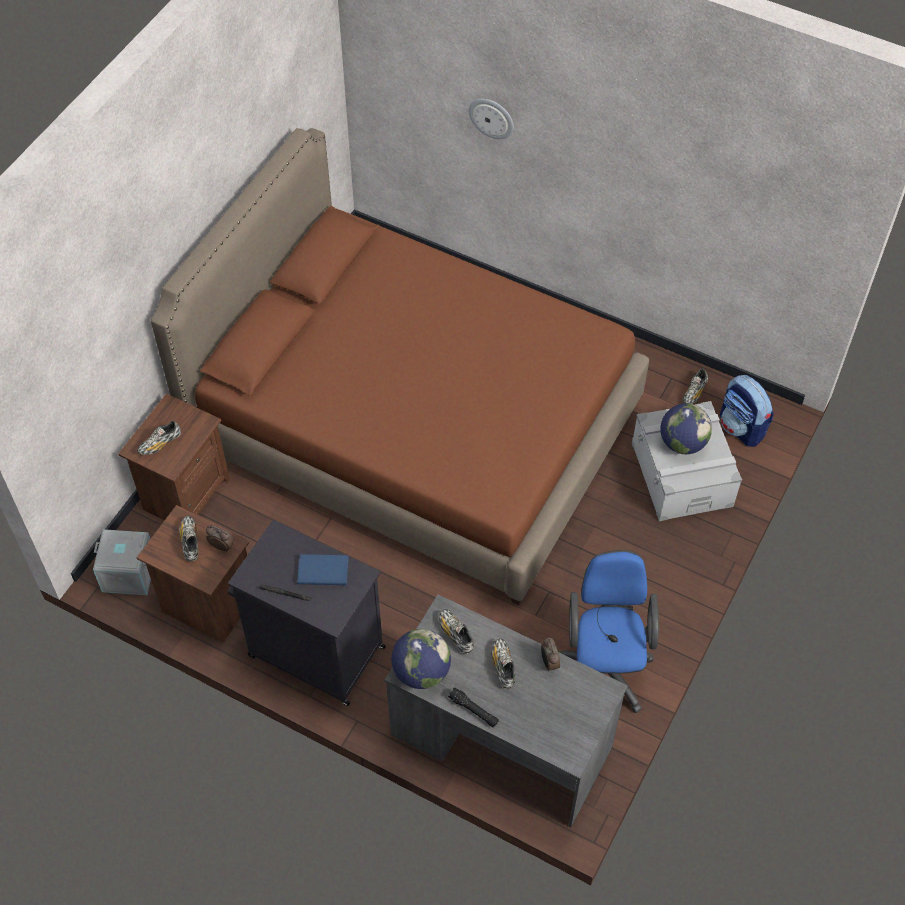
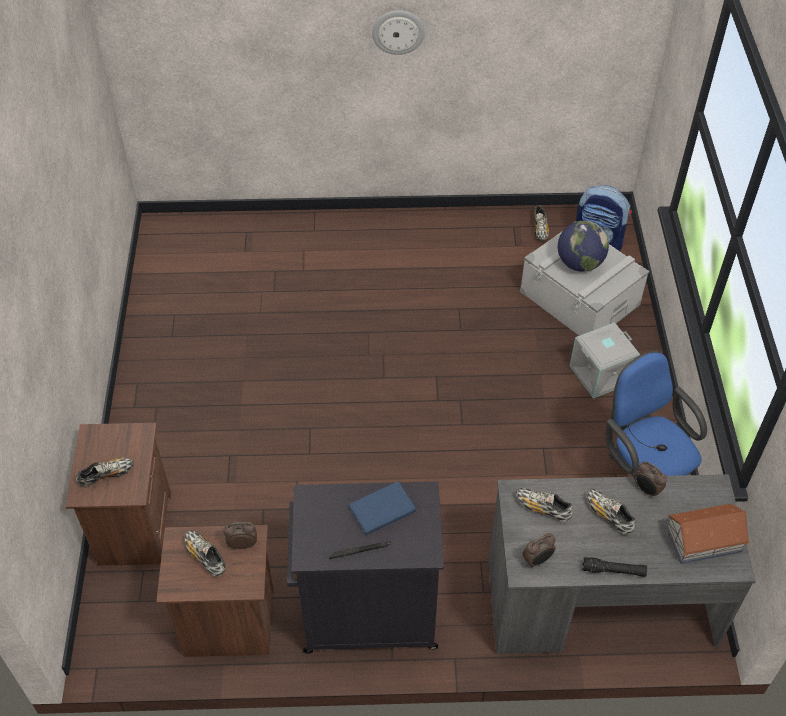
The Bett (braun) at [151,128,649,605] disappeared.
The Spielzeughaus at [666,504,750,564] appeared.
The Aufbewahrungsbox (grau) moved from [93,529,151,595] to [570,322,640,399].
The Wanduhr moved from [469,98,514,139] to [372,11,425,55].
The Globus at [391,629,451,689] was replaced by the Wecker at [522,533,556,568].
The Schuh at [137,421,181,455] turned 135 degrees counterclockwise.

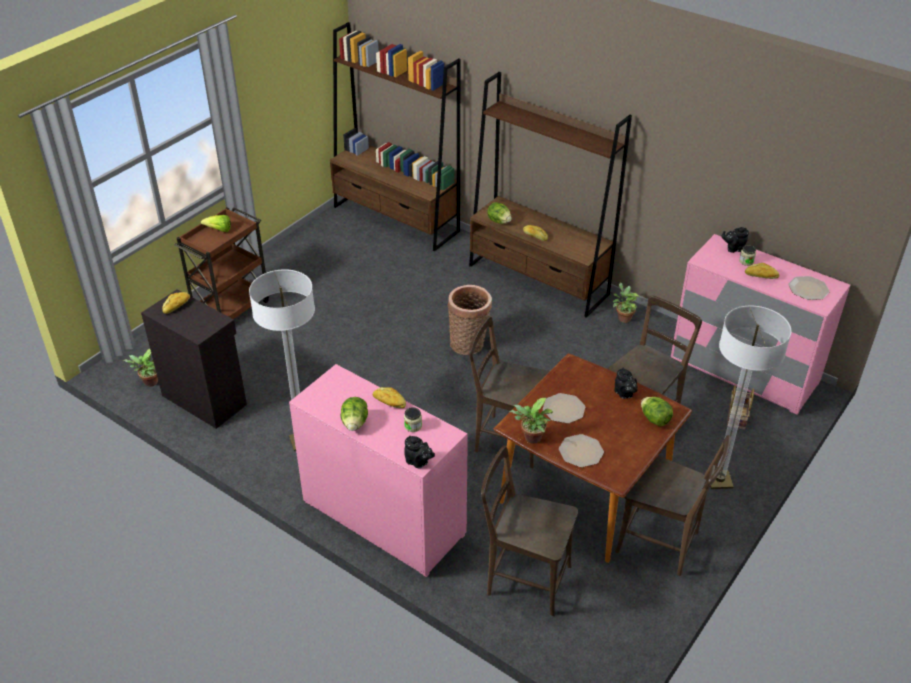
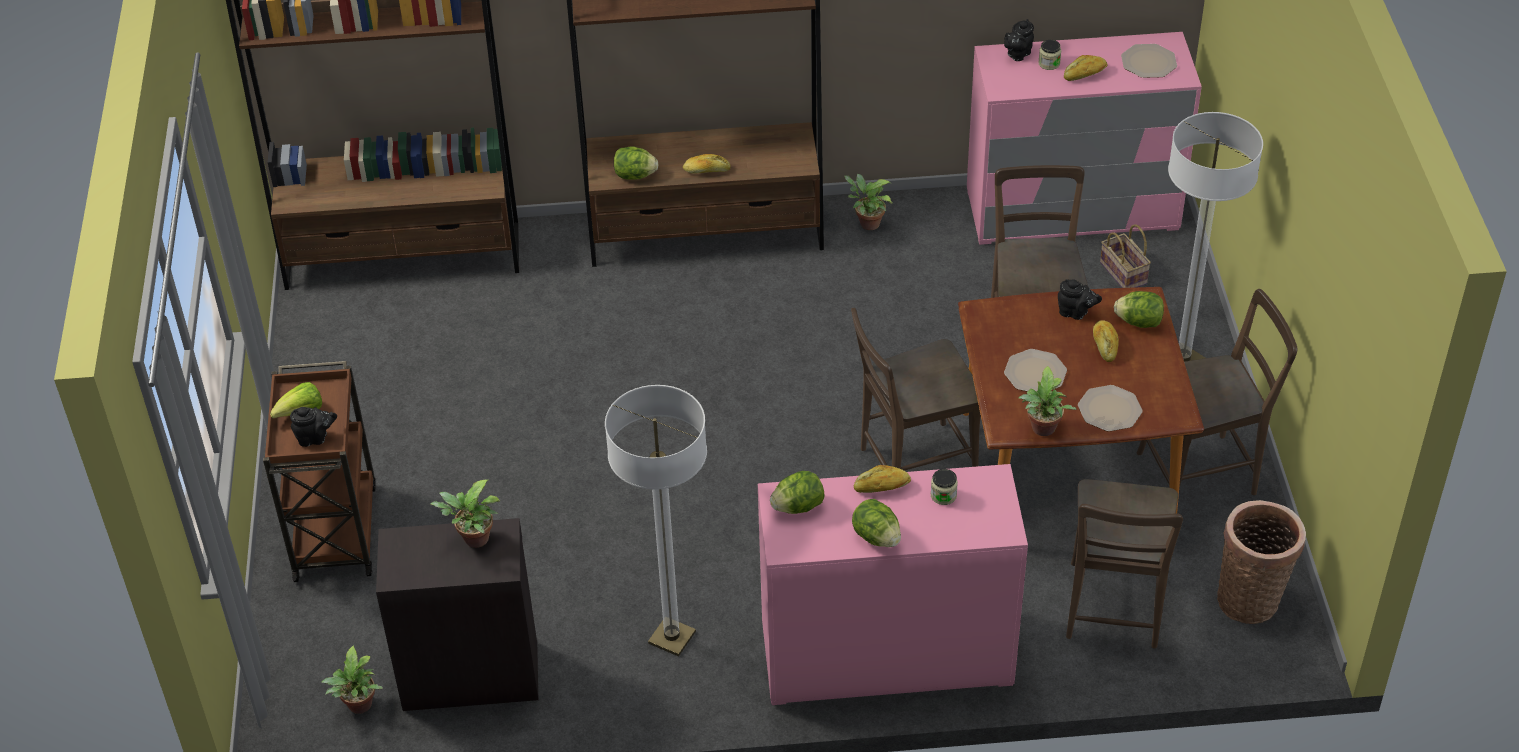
The Topfpflanze at [430,479,501,548] appeared.
The Salatkopf at [770,471,825,514] appeared.
The Brot moved from [162,292,190,314] to [1093,320,1119,362].
The Teekanne (schwarz) moved from [404,436,435,468] to [290,407,337,447].
The Korb moved from [448,285,492,355] to [1217,500,1306,624].
The Stuhl (braun) at [481,446,578,616] turned 60 degrees counterclockwise.

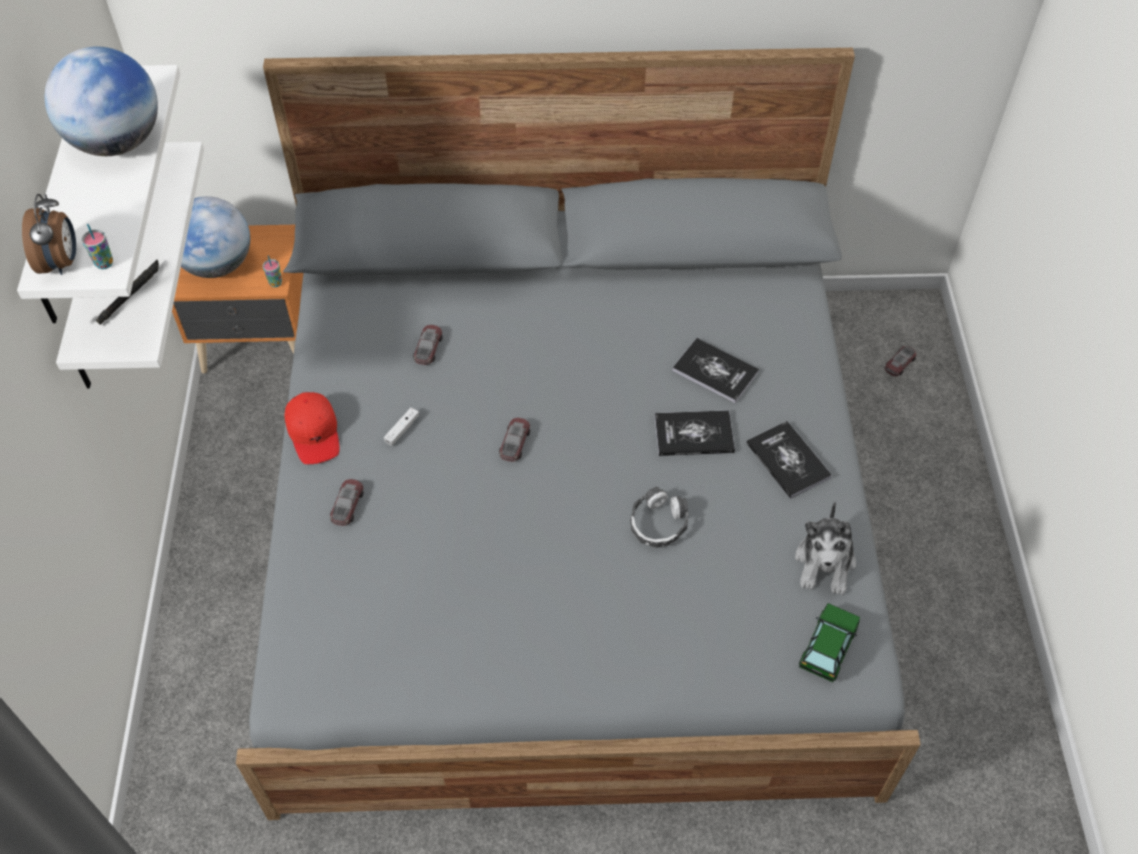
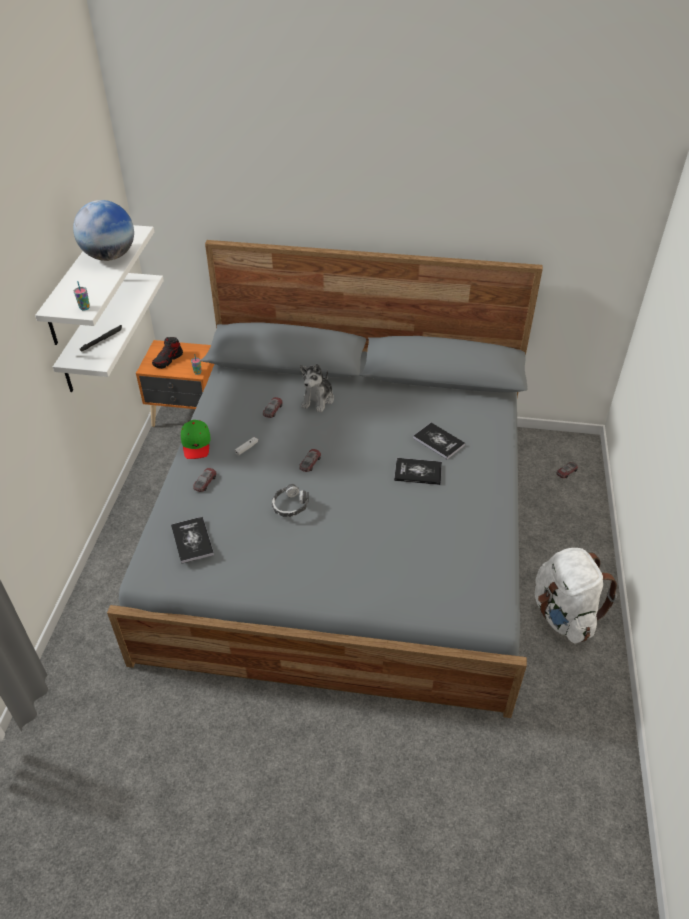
The Wecker at [22,194,76,275] disappeared.
The Spielzeugauto at [799,603,860,682] disappeared.
The Rucksack (weiß) at [535,548,617,644] appeared.
The Kopfhörer moved from [630,486,688,548] to [272,484,309,517].
The Buch moved from [746,421,832,499] to [171,516,214,563].
The Plüschtier moved from [795,501,856,595] to [300,364,334,413].
The Globus at [181,196,250,278] was replaced by the Schuh at [152,337,183,369].
The Kappe (rot) at [285,392,340,464] became the Kappe (grün) at [181,420,210,459].

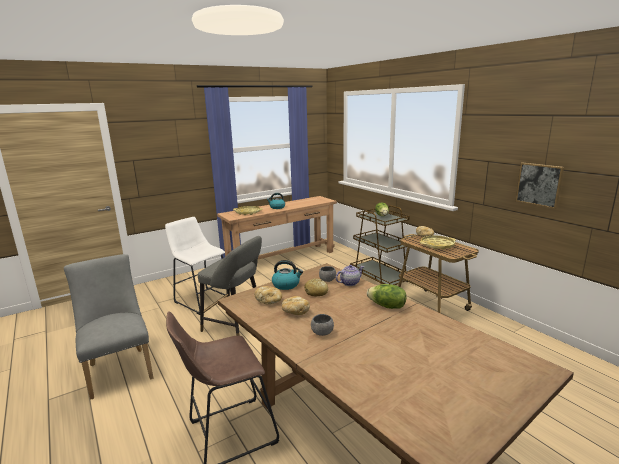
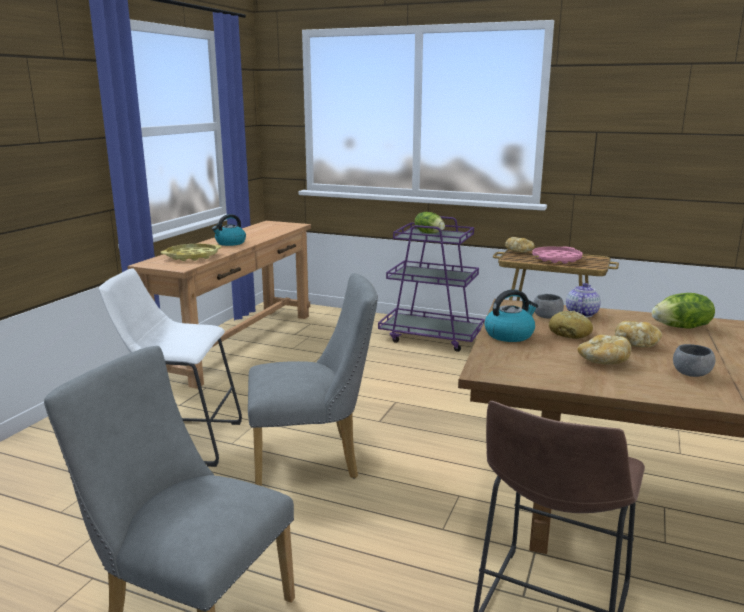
The Bild at [515,162,564,209] disappeared.
The Brot moved from [254,286,282,305] to [615,321,662,348].
The Hocker (grau) at [198,236,262,336] was replaced by the Stuhl (grau) at [248,273,378,486].
The Rollwagen (braun) at [350,205,410,285] became the Rollwagen (lila) at [378,216,485,352].
The Tablett (gelb) at [420,236,456,250] became the Tablett (rosa) at [532,246,583,264].

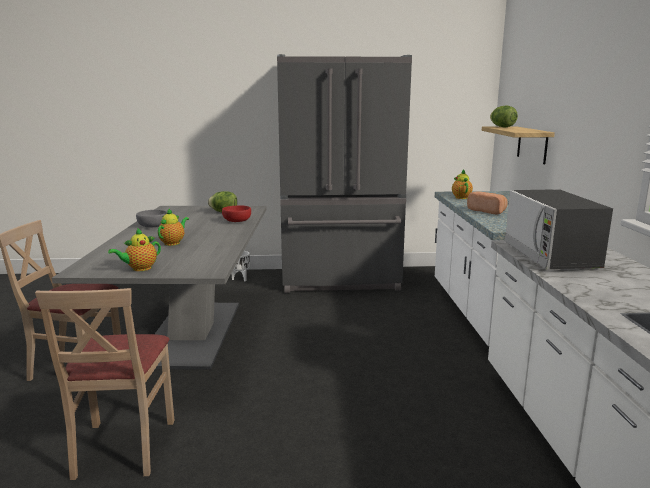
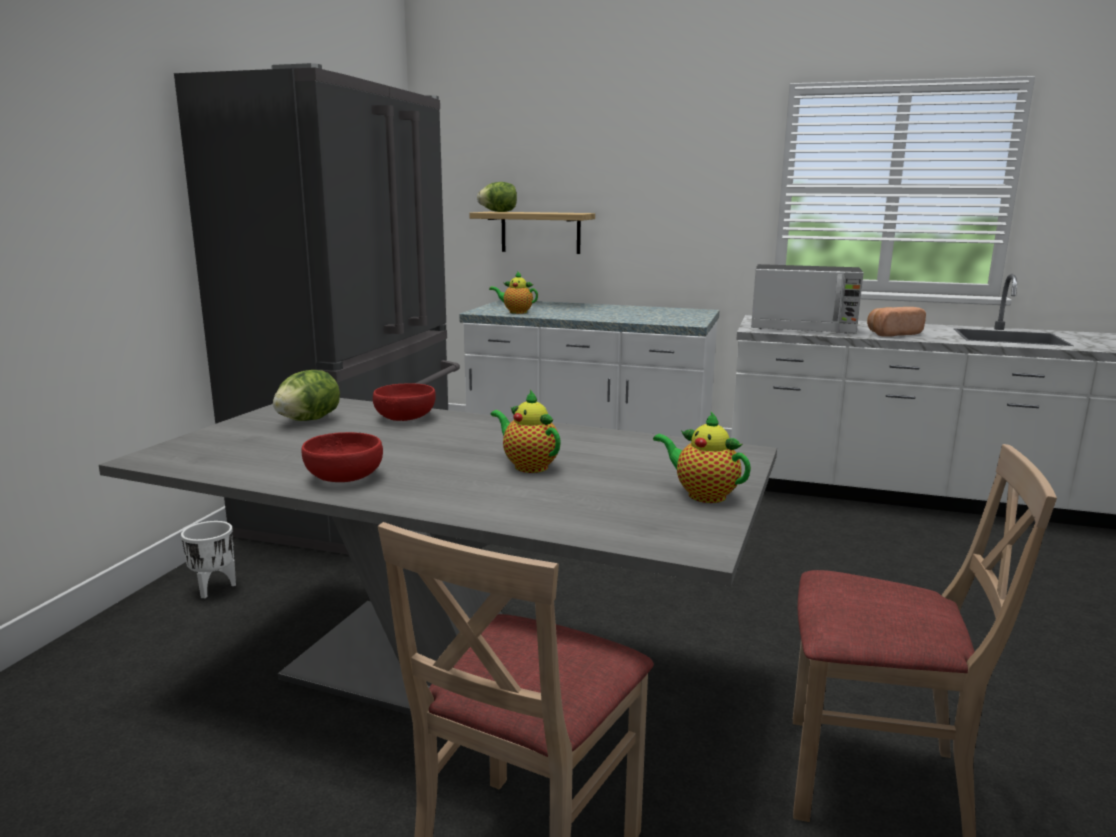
The Brot moved from [467,192,508,215] to [867,307,926,337].
The Schüssel (grau) at [136,210,167,227] became the Schüssel (rot) at [301,432,383,482].
The Teekanne at [108,228,161,271] turned 150 degrees clockwise.

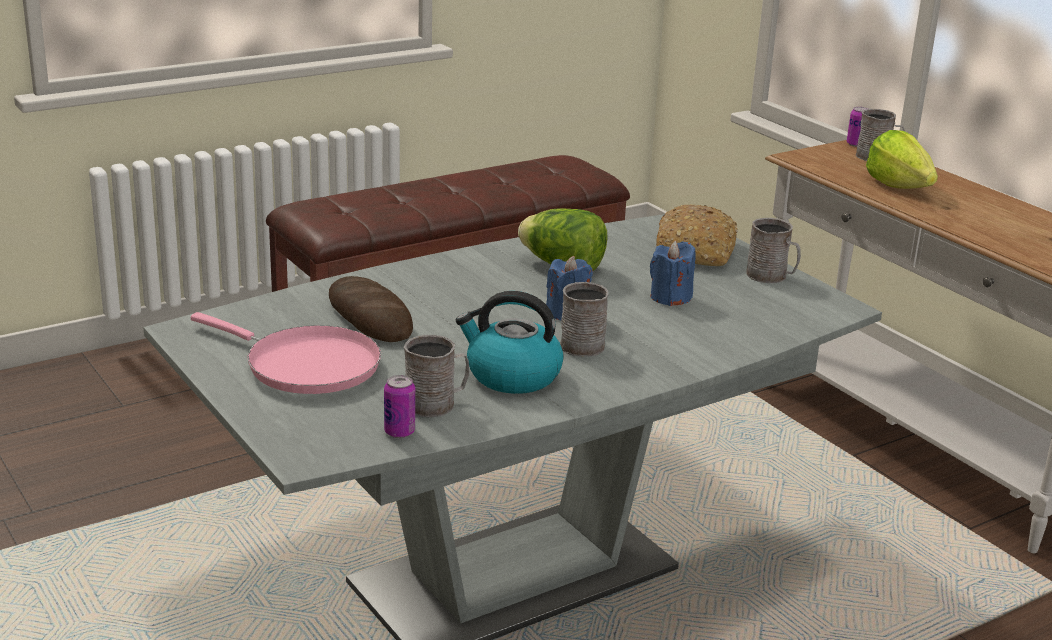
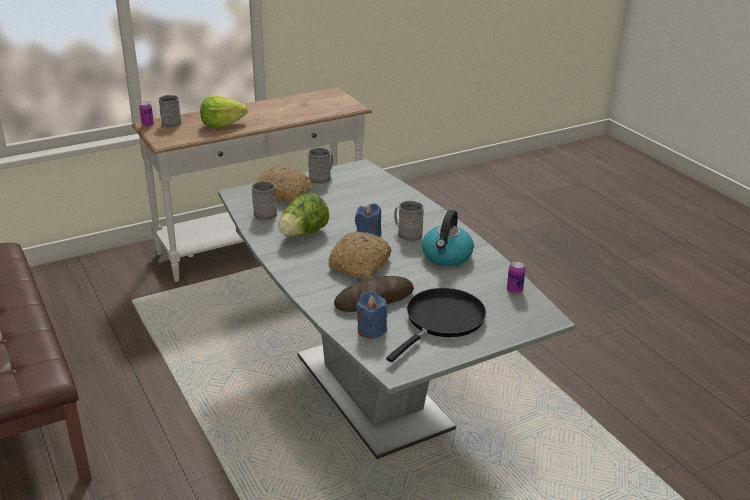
The Brot at [329,231,392,279] appeared.
The Henkelbecher (grau) moved from [404,335,469,418] to [252,181,277,221].
The Kerze (blau) moved from [650,241,696,306] to [356,291,387,339].
The Pfanne (rosa) at [191,312,381,394] became the Pfanne (schwarz) at [386,288,486,362].

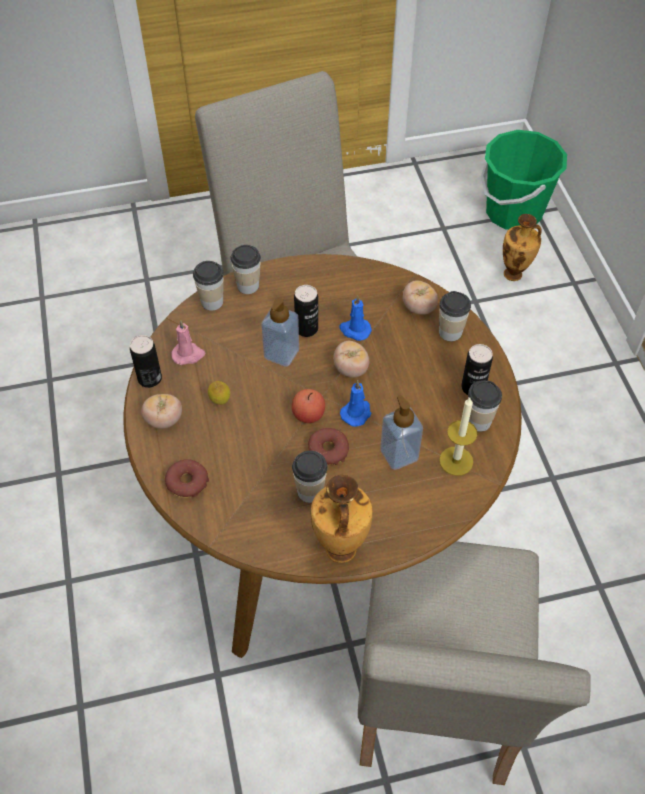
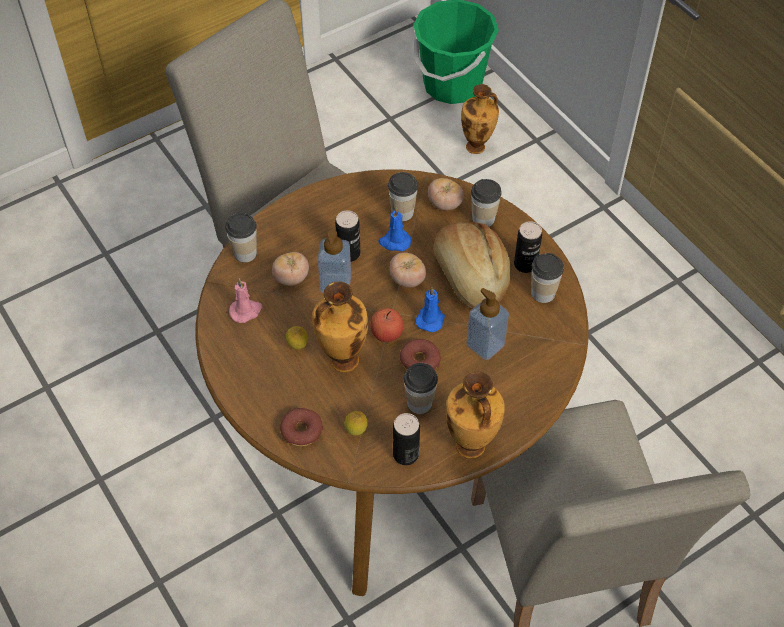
The Kerze at [439,398,478,476] disappeared.
The Vase at [312,281,368,372] appeared.
The Zitrone at [344,411,368,436] appeared.
The Brot at [433,222,511,309] appeared.
The Dose moved from [130,335,162,388] to [393,413,420,465].
The Tomate moved from [141,394,182,429] to [272,252,309,286].
The Tasse moved from [230,245,261,294] to [388,172,418,221].

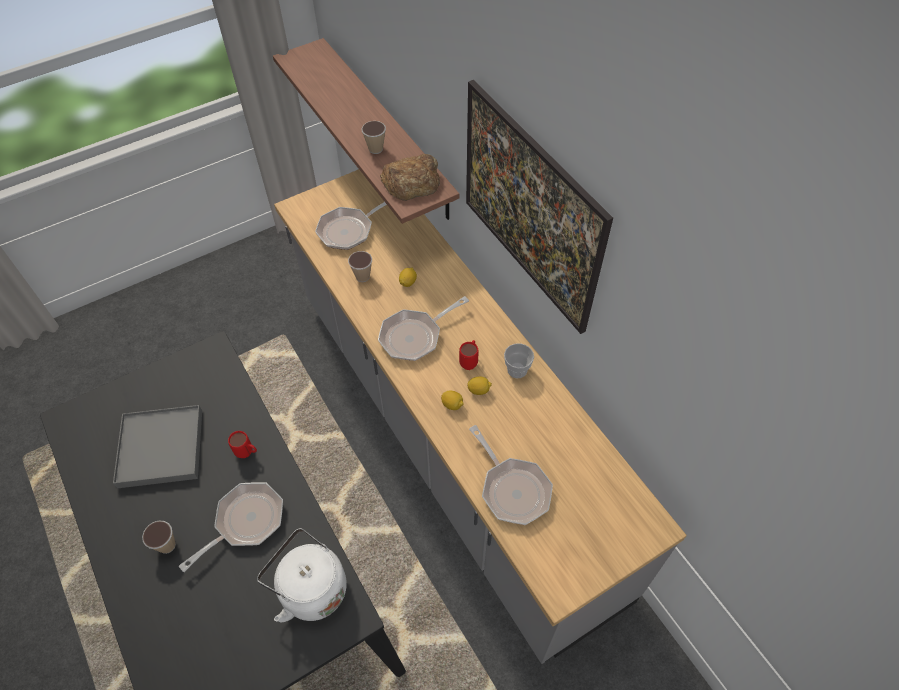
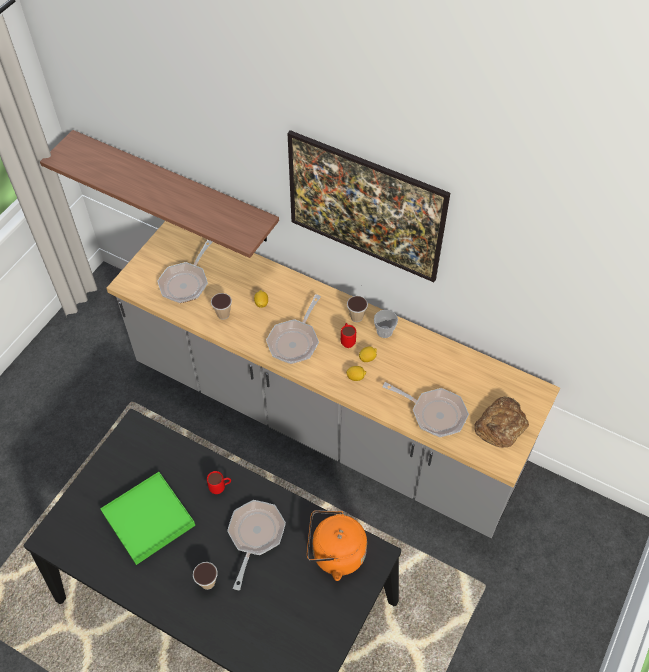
The Tasse moved from [361,121,386,154] to [347,296,368,322].
The Brot moved from [380,154,440,201] to [474,397,529,448].
The Tablett (grau) at [113,405,202,488] became the Tablett (grün) at [100,472,195,565].
The Wasserkessel (weiß) at [257,528,347,622] became the Wasserkessel (orange) at [307,510,367,581].

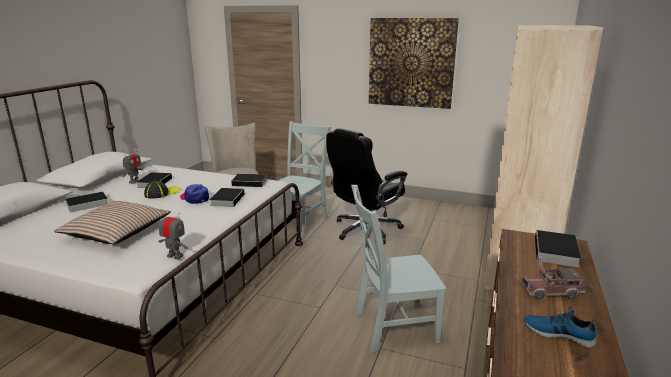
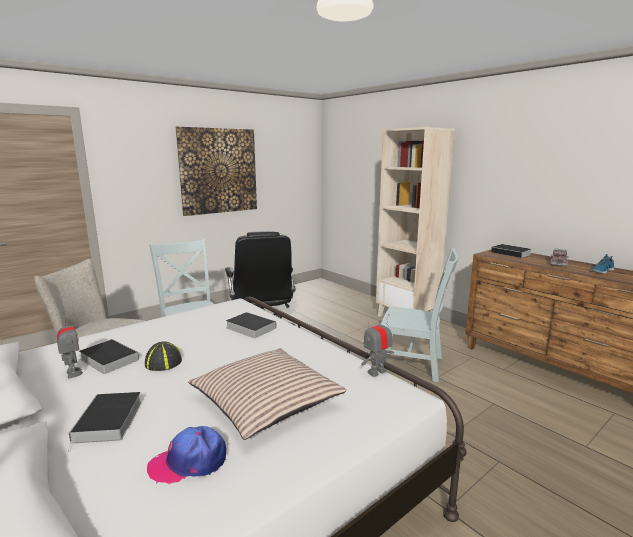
The Buch at [231,174,268,187] disappeared.
The Kappe moved from [180,184,209,204] to [147,426,226,484].
The Stuhl (grau) at [351,185,446,353] turned 90 degrees counterclockwise.

